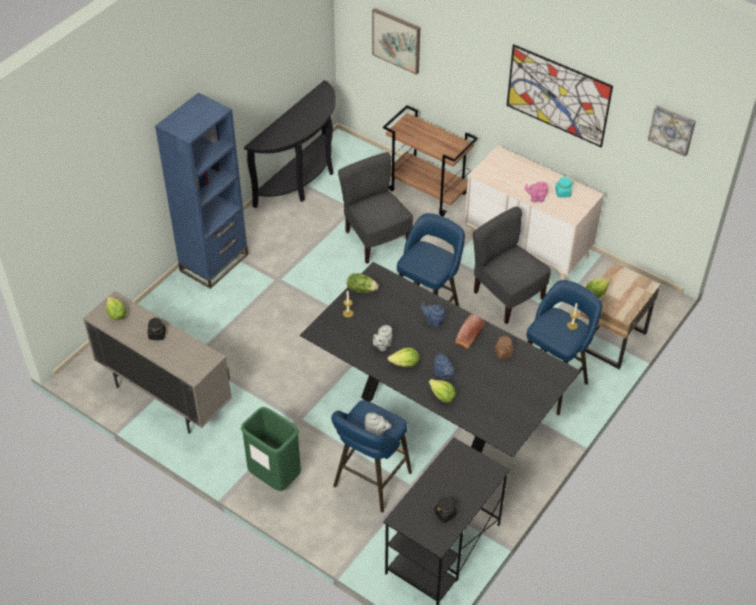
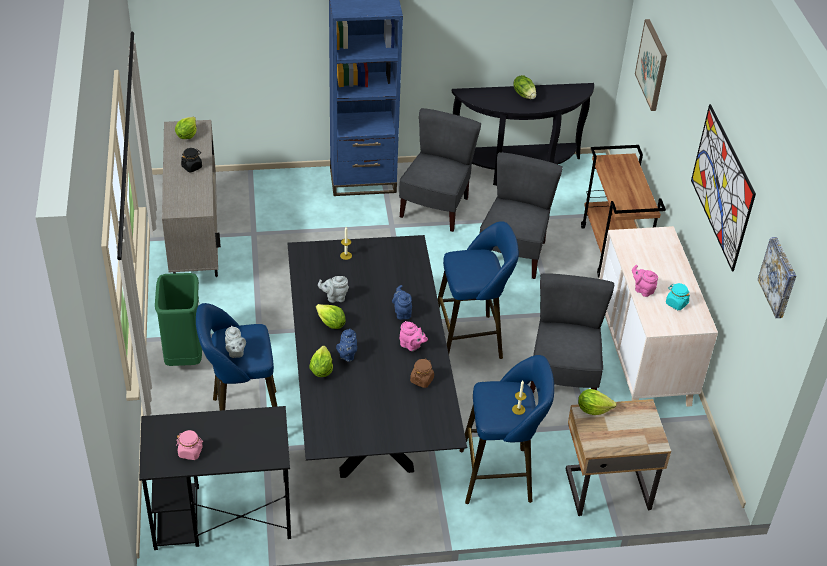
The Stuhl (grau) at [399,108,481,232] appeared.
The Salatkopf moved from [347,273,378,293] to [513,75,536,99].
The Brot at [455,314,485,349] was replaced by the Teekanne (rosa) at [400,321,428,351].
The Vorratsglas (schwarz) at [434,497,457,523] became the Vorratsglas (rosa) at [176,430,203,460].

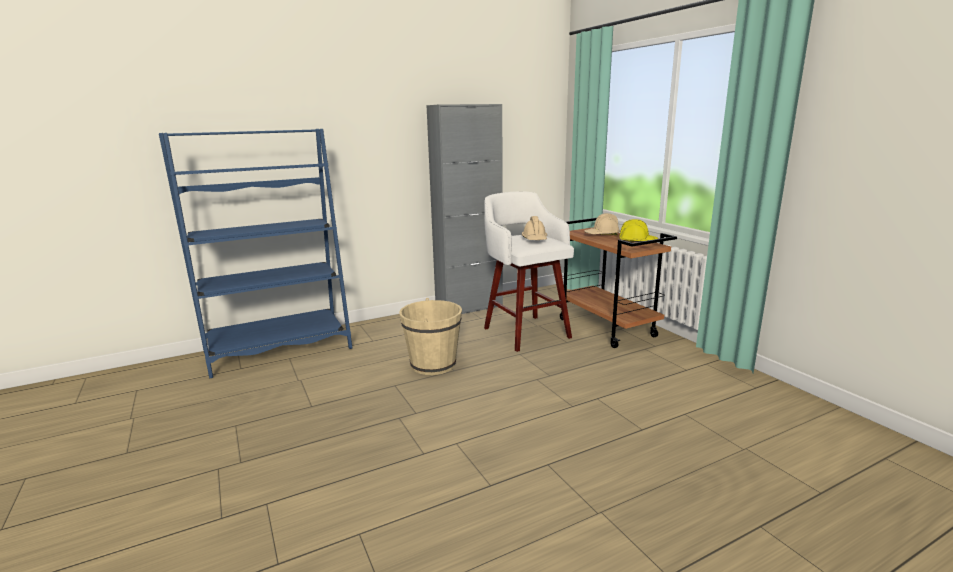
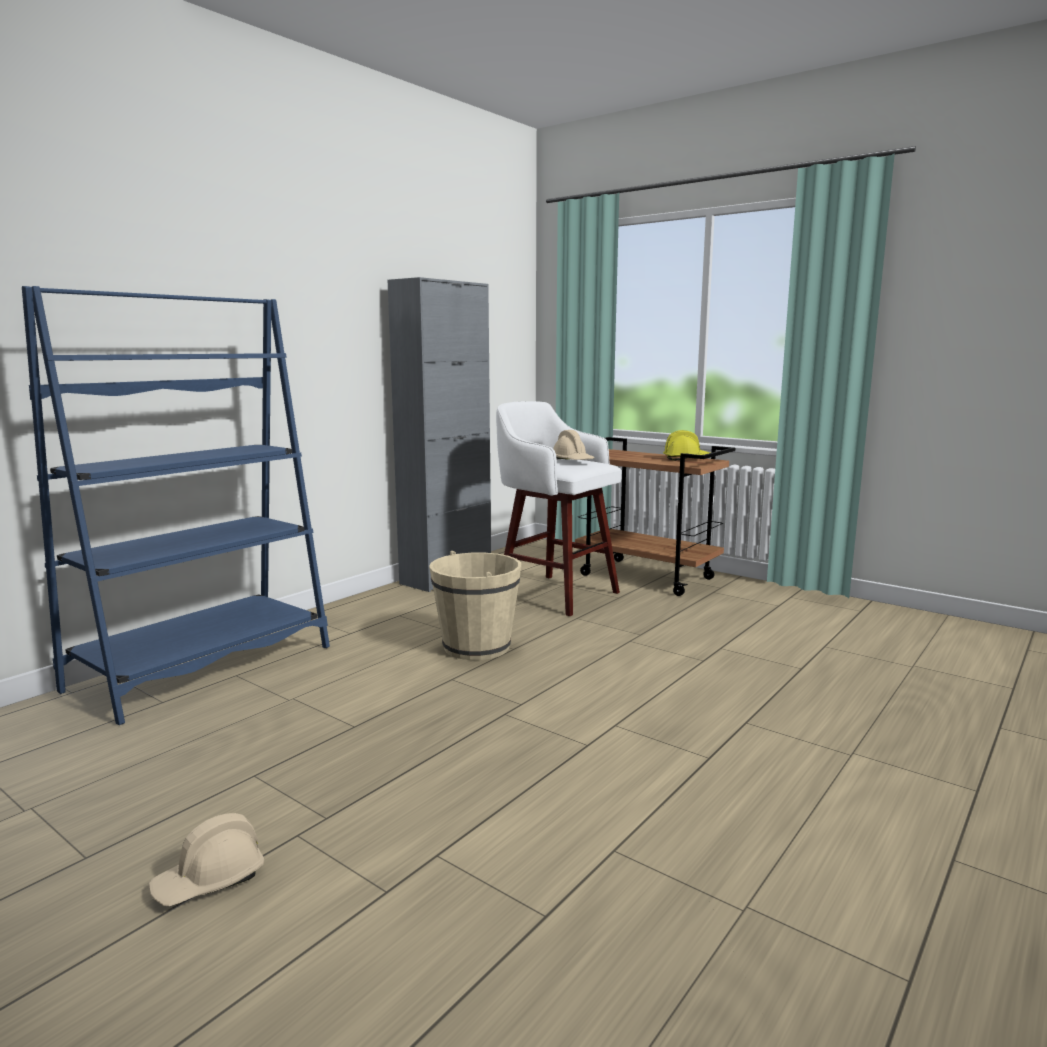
The Schutzhelm (beige) moved from [584,213,621,236] to [149,813,264,906].

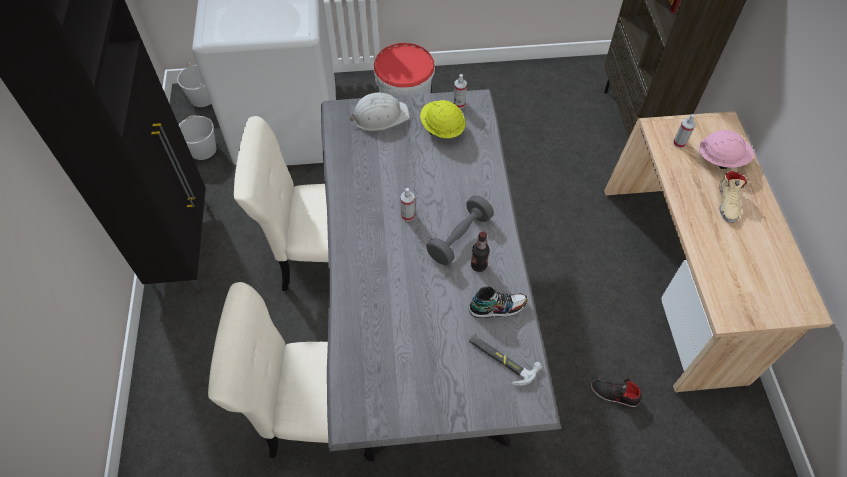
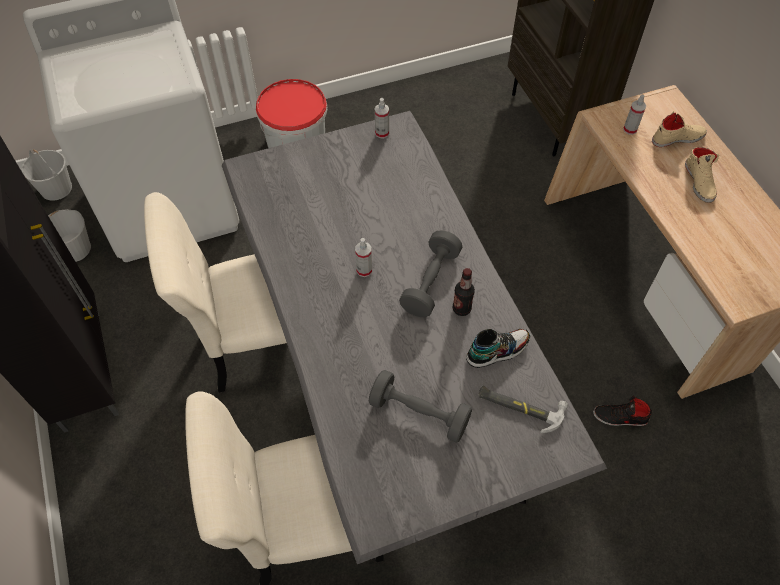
The Schutzhelm (weiß) at [349,93,410,131] disappeared.
The Schutzhelm (gelb) at [420,100,465,138] disappeared.
The Hantel (grau) at [369,370,472,443] appeared.
The Schutzhelm (rosa) at [699,130,754,169] was replaced by the Schuh (beige) at [652,111,707,147].

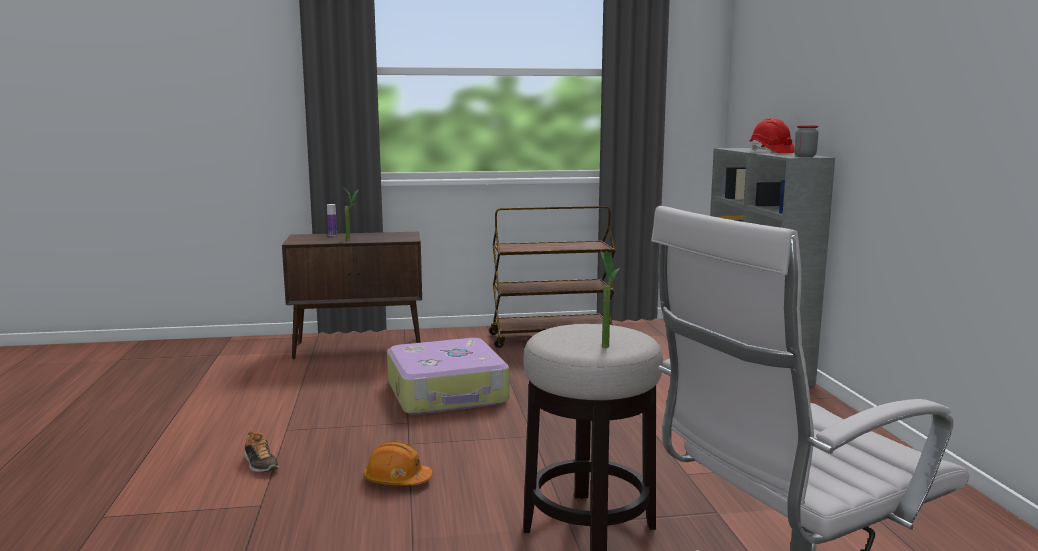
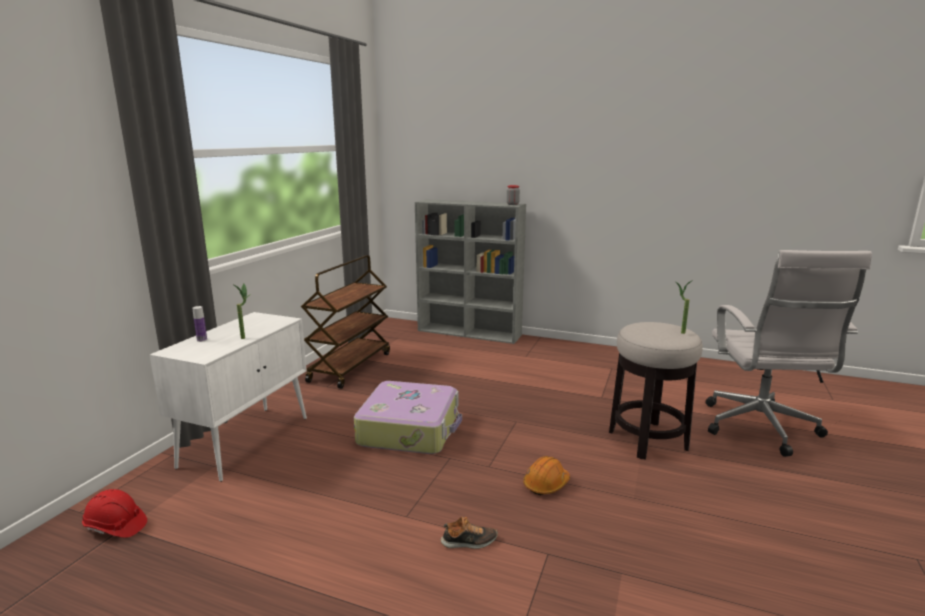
The Schutzhelm (rot) moved from [750,118,795,153] to [82,489,147,538].
The Schrank (braun) at [282,232,422,359] became the Schrank (weiß) at [150,312,307,482].

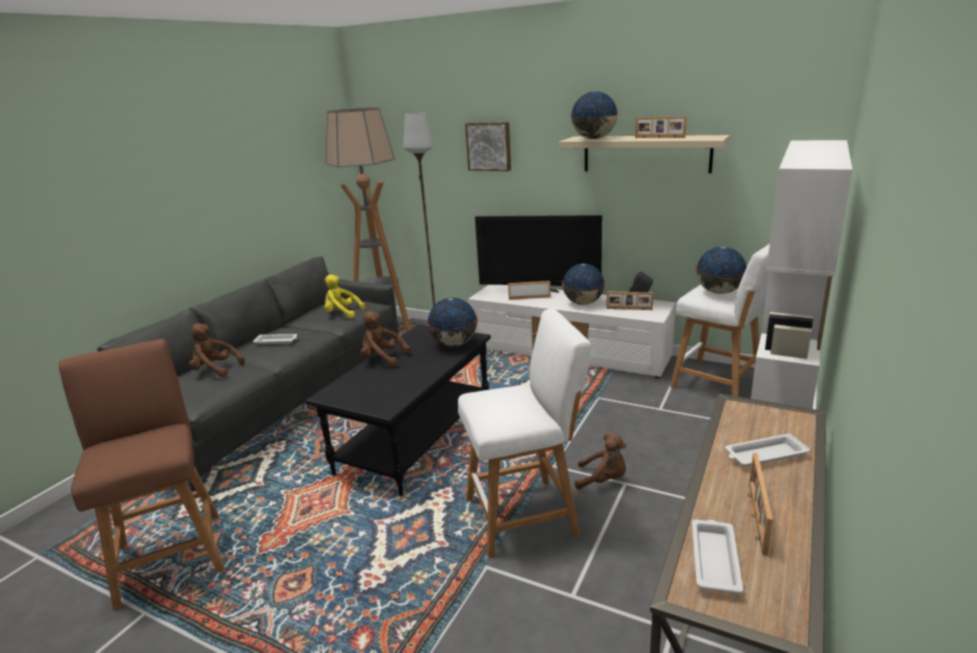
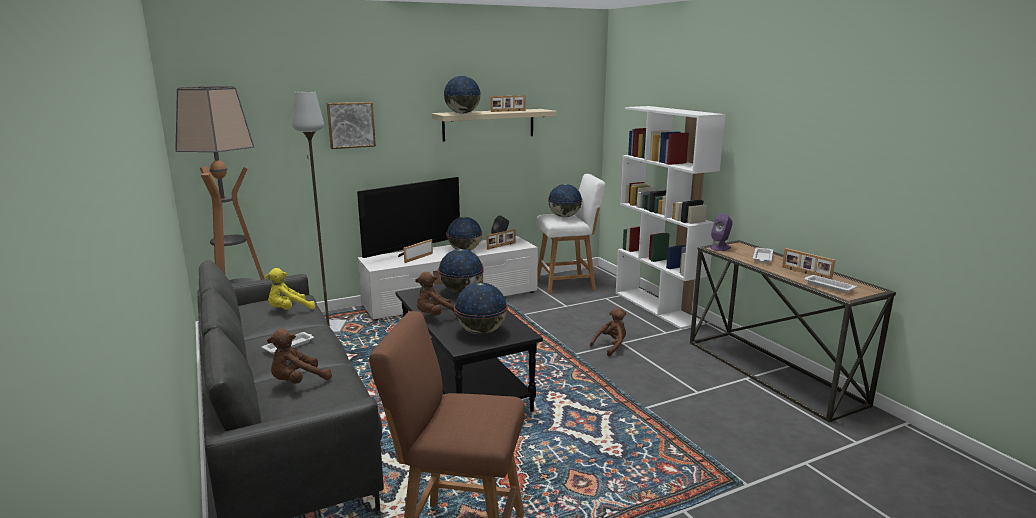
The Hocker (weiß) at [458,309,591,558] disappeared.
The Globus at [454,282,508,335] appeared.
The Lautsprecher (lila) at [710,213,733,251] appeared.

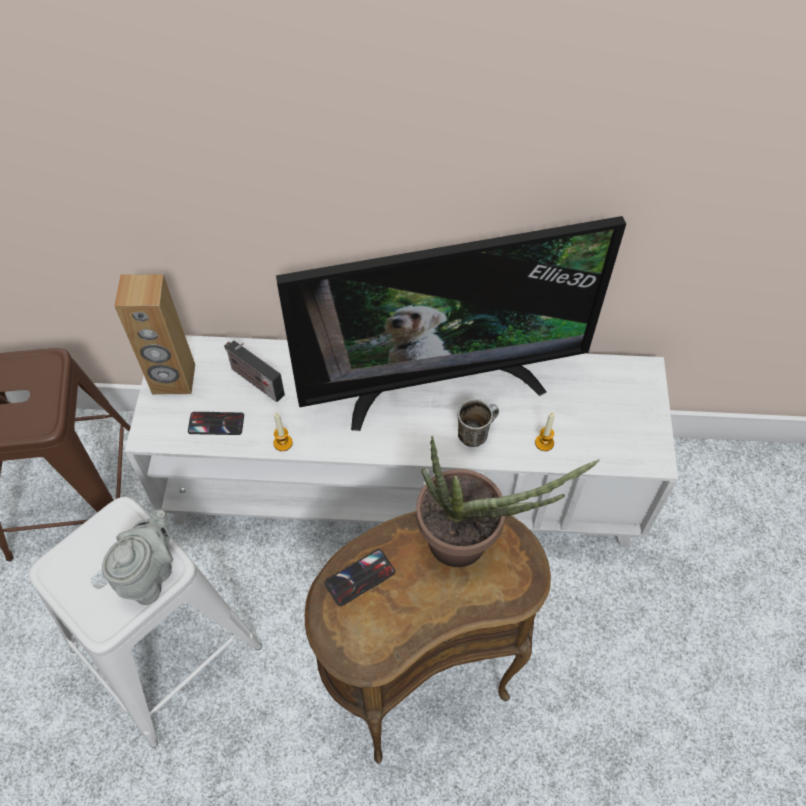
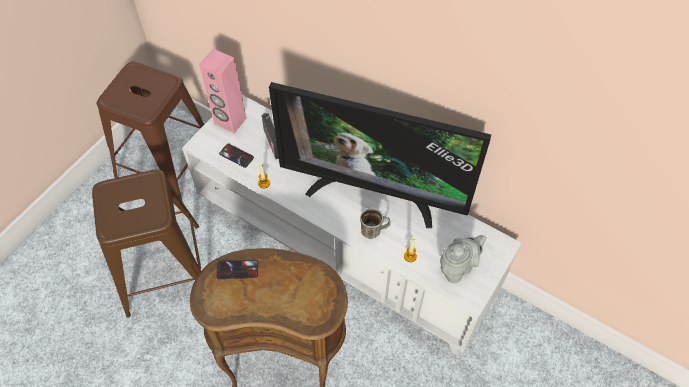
The Topfpflanze at [416,436,600,567] disappeared.
The Teekanne (grau) moved from [102,509,173,605] to [440,235,487,283].
The Hocker (weiß) at [29,497,262,748] became the Hocker (braun) at [92,169,201,318].
The Lautsprecher (braun) at [115,274,195,395] became the Lautsprecher (rosa) at [199,49,247,133].

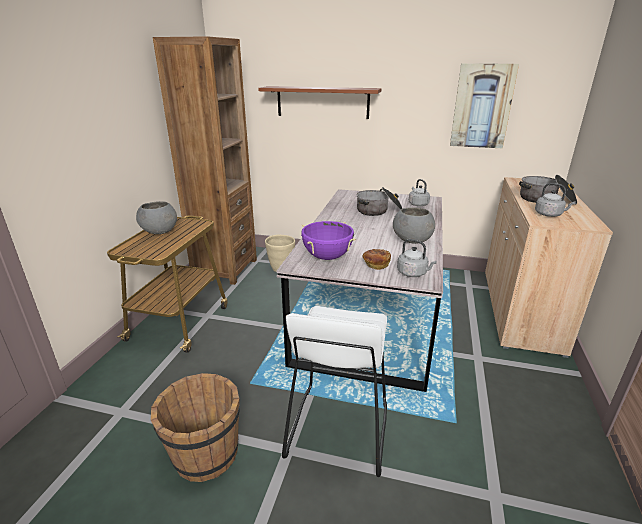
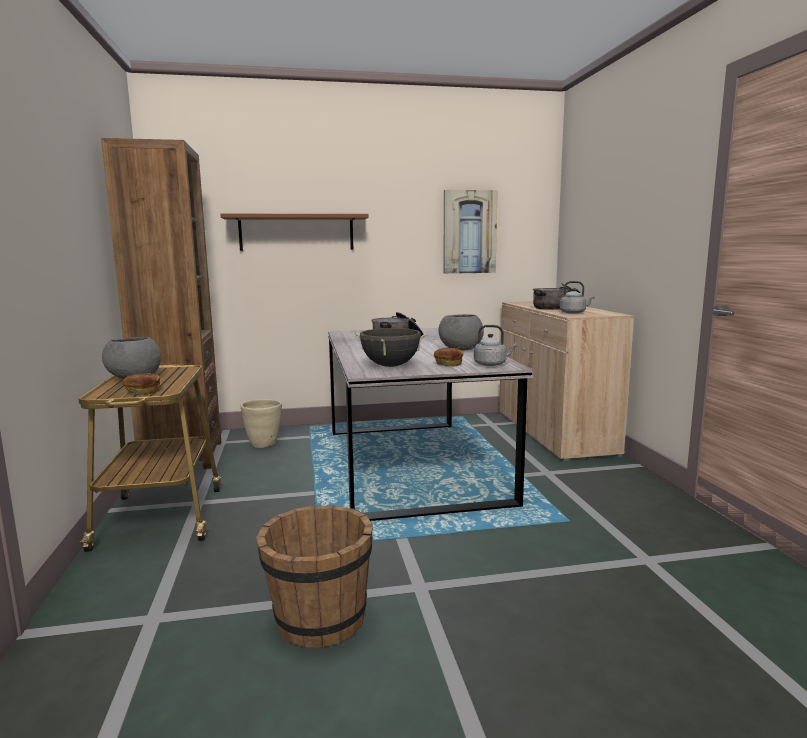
The Hocker (weiß) at [282,306,387,477] disappeared.
The Wasserkessel (grau) at [409,179,430,206] disappeared.
The Brot at [122,373,160,395] appeared.
The Kochtopf (lila) at [301,221,356,260] became the Kochtopf (schwarz) at [353,328,428,367].

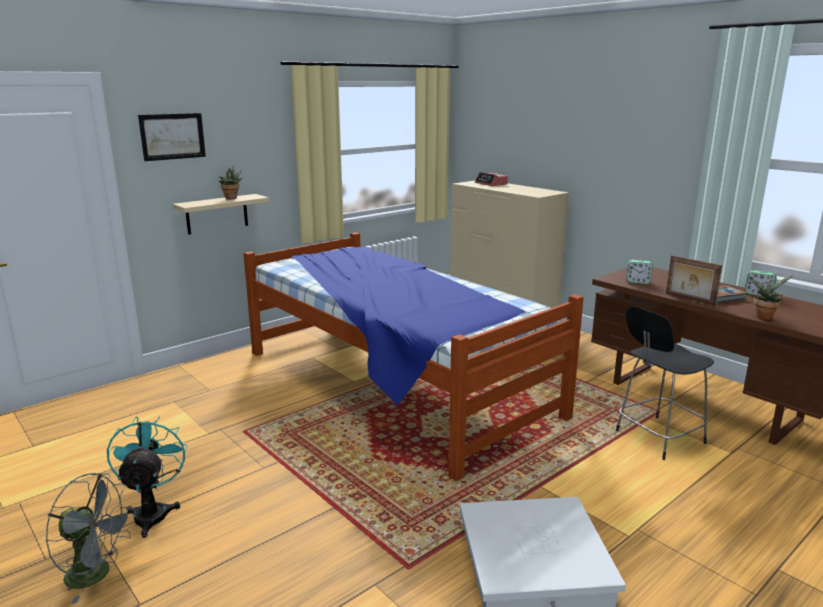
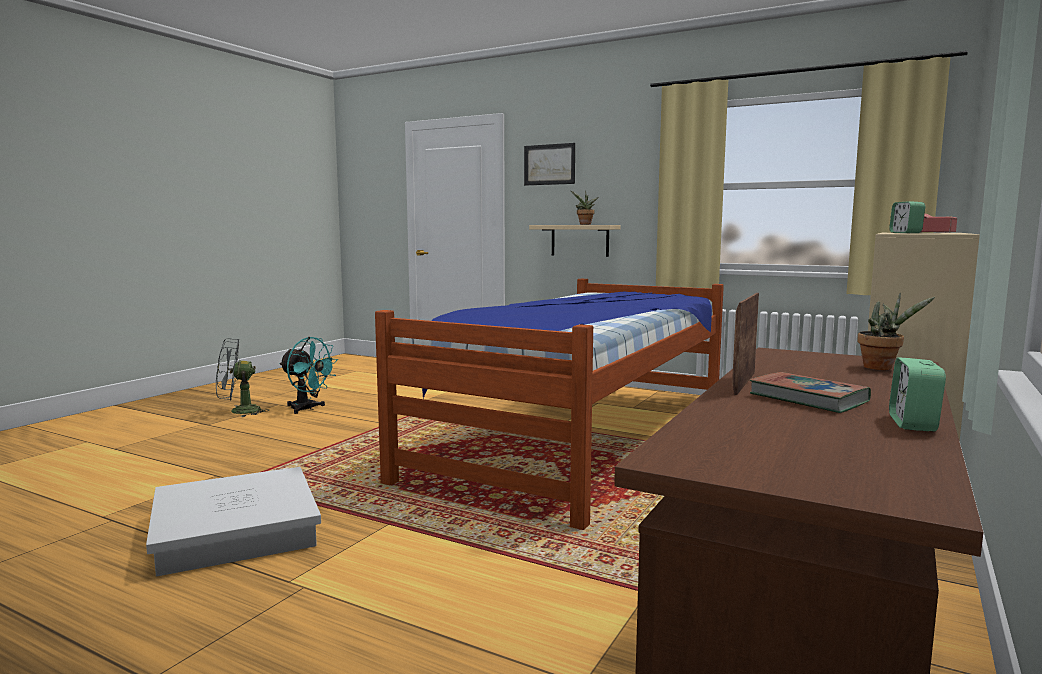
The Hocker (schwarz) at [616,306,714,460] disappeared.
The Wecker moved from [627,260,653,284] to [889,202,925,233].
The Topfpflanze moved from [752,275,794,320] to [857,293,935,370].
The Ventilator (grau) at [46,473,134,604] turned 75 degrees clockwise.
The Ventilator (türkis) at [107,416,187,538] turned 60 degrees clockwise.

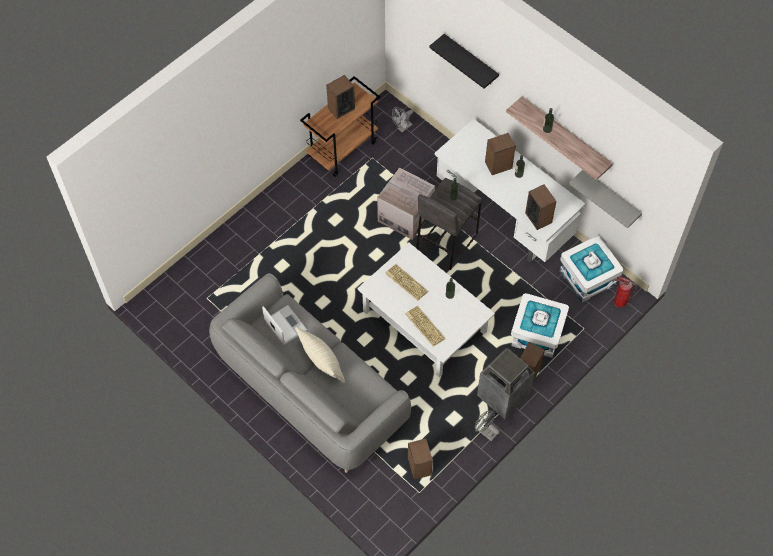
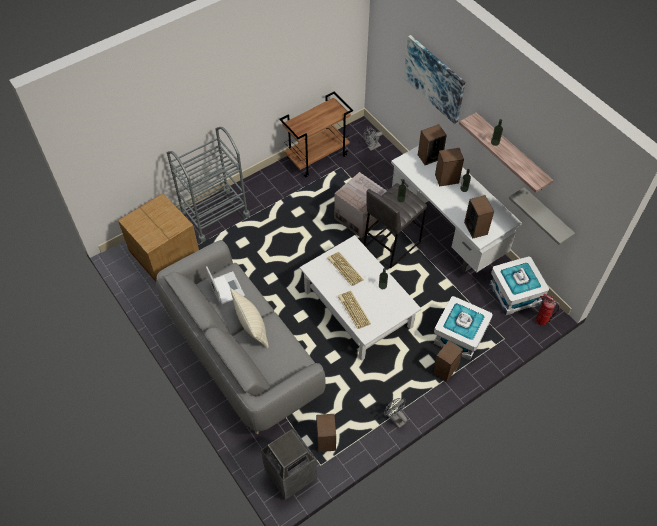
The Karton at [118,193,199,282] appeared.
The Rollwagen (grau) at [167,127,250,243] appeared.
The Lautsprecher moved from [326,75,355,119] to [418,125,447,165].
The Mülleimer moved from [477,348,535,419] to [261,428,317,500].
The Wandregal (schwarz) at [429,34,499,89] was replaced by the Bild at [404,35,465,125].

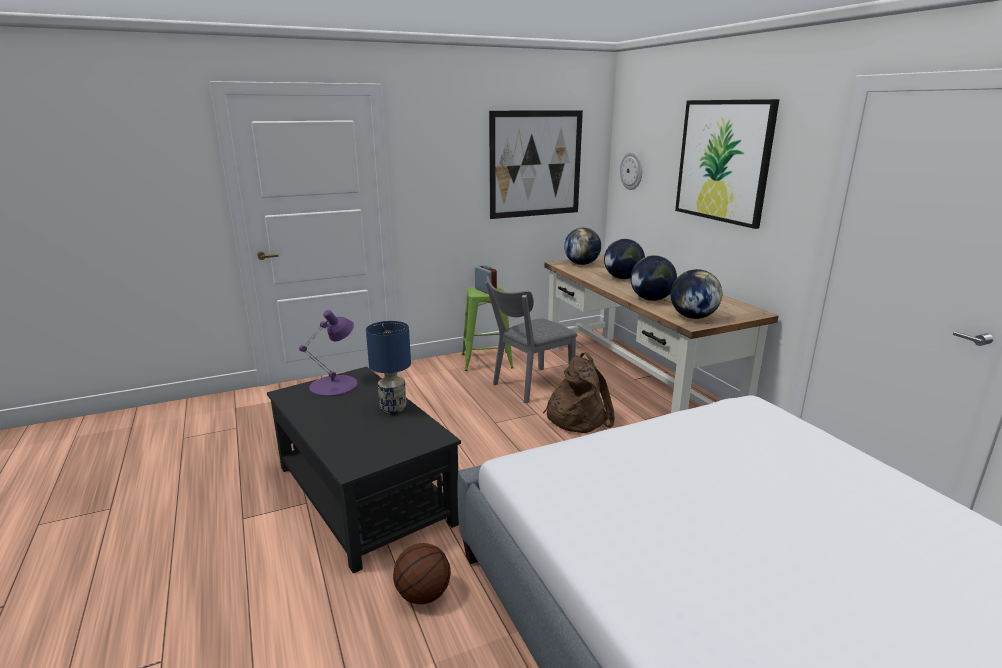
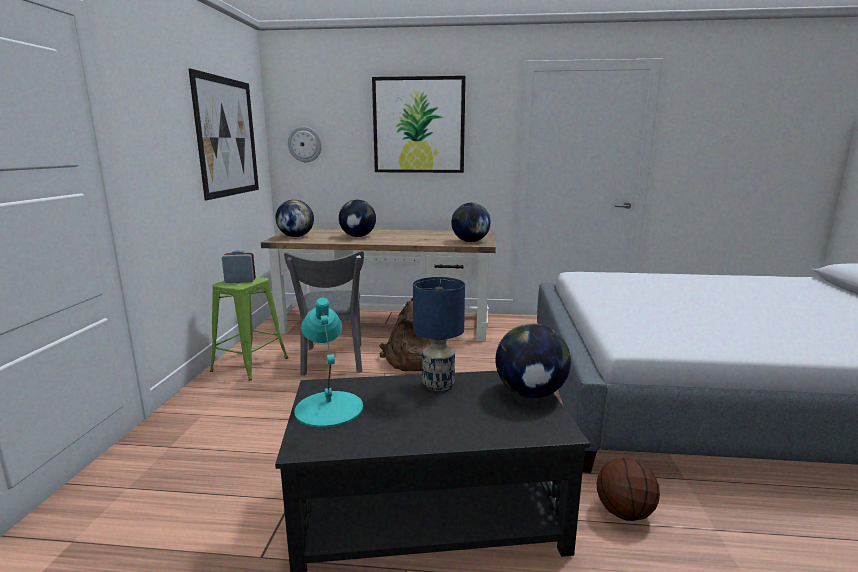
The Globus moved from [630,255,677,301] to [495,324,571,398].
The Tischlampe (lila) at [299,310,357,397] became the Tischlampe (türkis) at [294,298,363,427].

